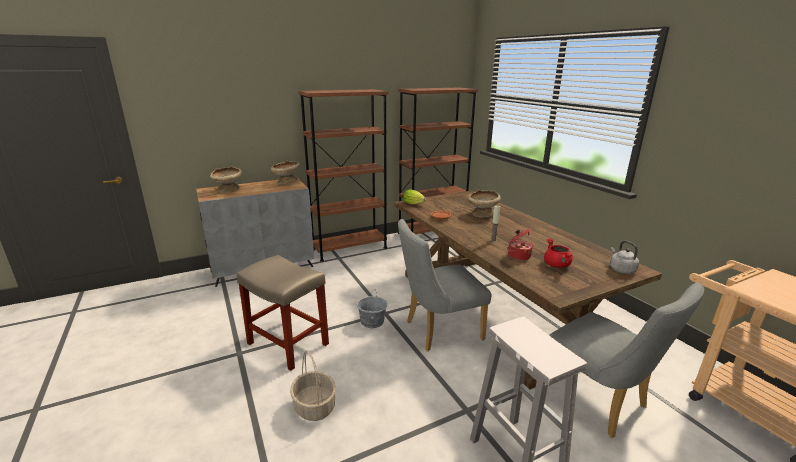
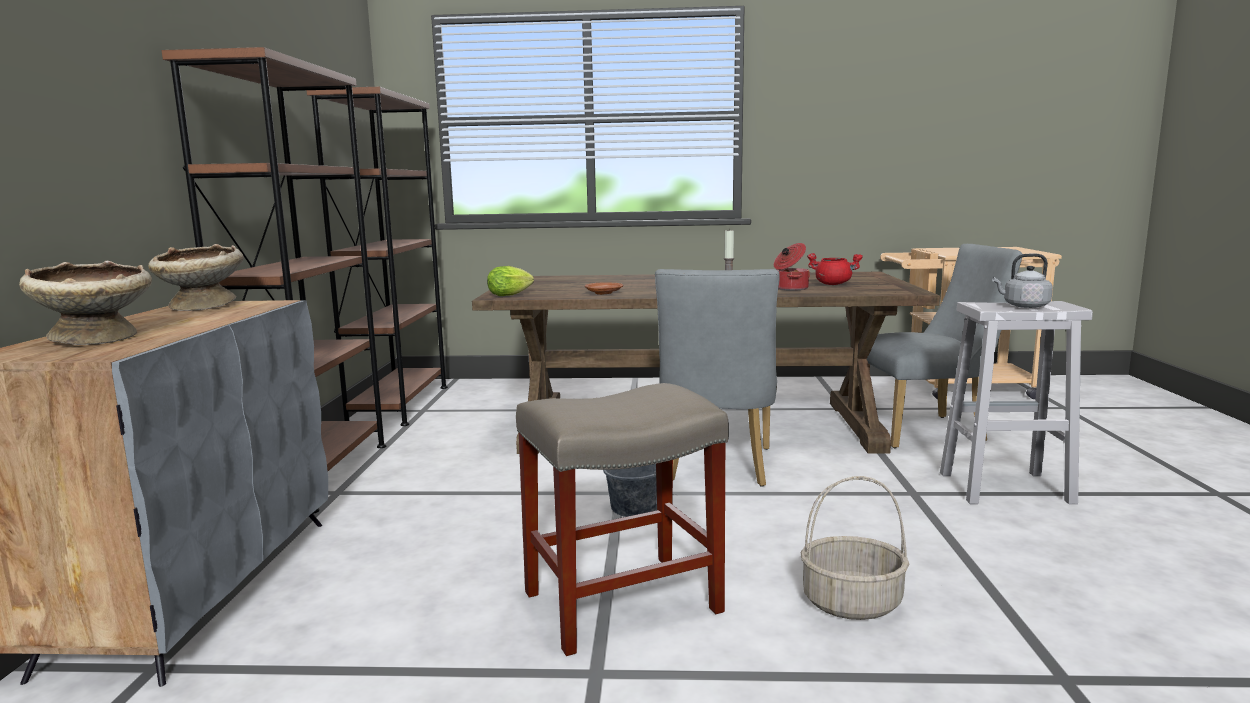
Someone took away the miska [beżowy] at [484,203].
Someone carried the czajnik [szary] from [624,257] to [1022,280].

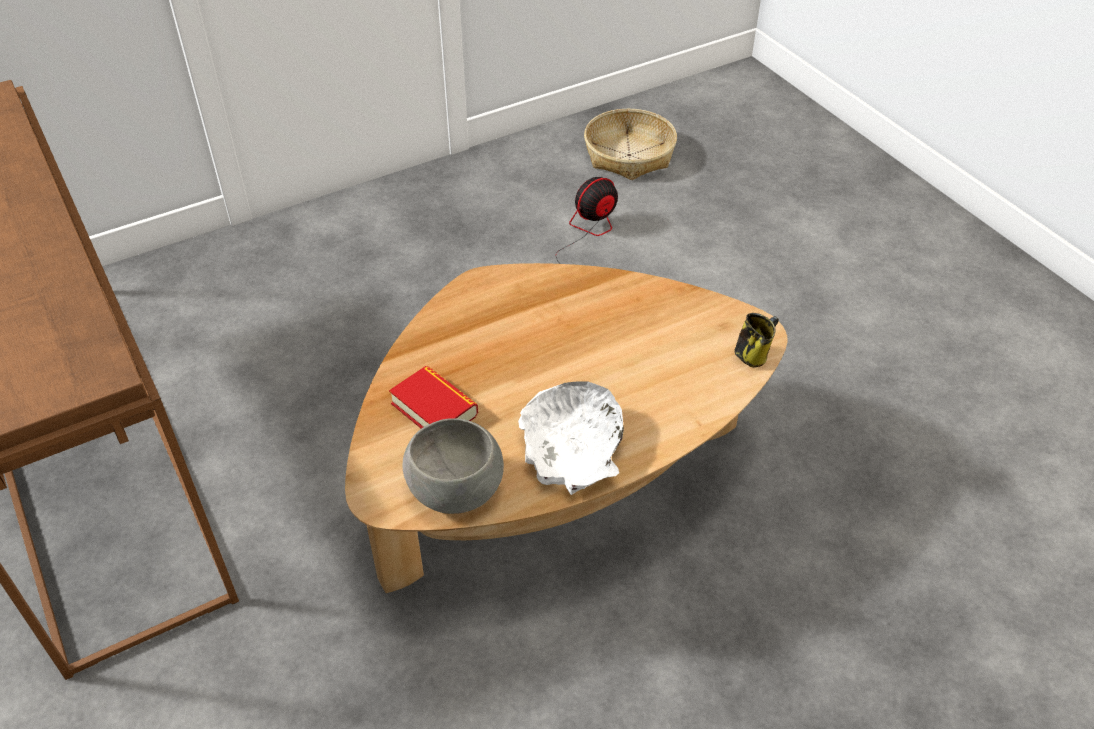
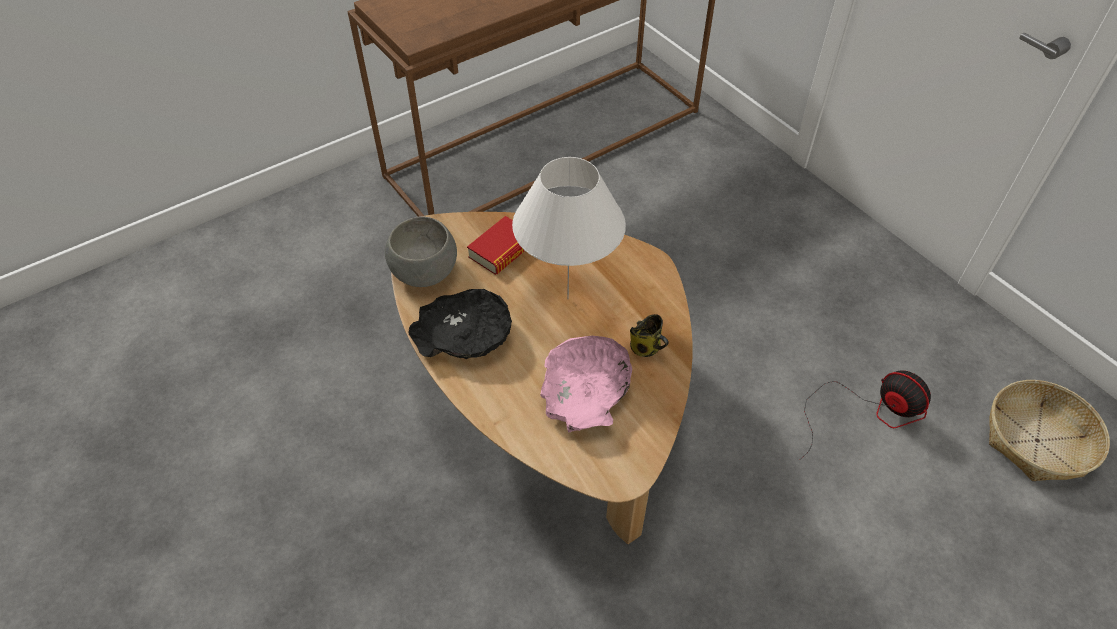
Someone repainted the miska [biały] at [571,438], which became the miska [czarny] at [460,324].
Someone carried the kubek from [756,340] to [649,335].
Someone put down the lampa stołowa [biały] at [569,228].
Someone put down the miska [różowy] at [586,384].

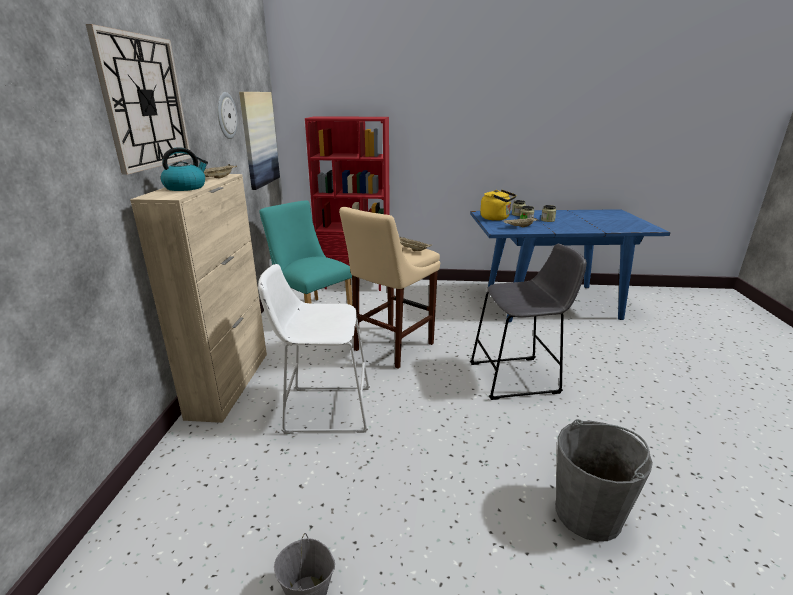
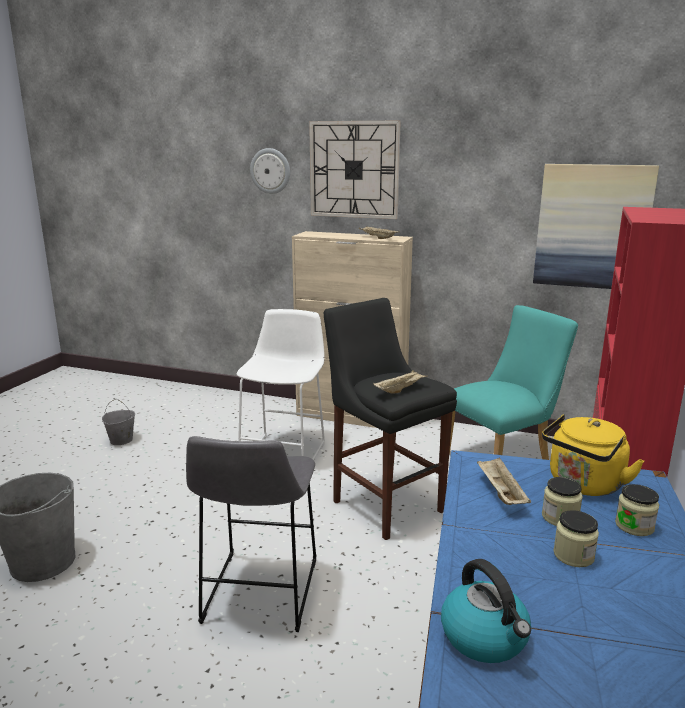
Someone carried the czajnik from [184,169] to [486,611].
Someone carried the zegar ścienny from [227,115] to [270,171].
Someone repainted the stołek [beżowy] at [389,288], which became the stołek [czarny] at [390,419].

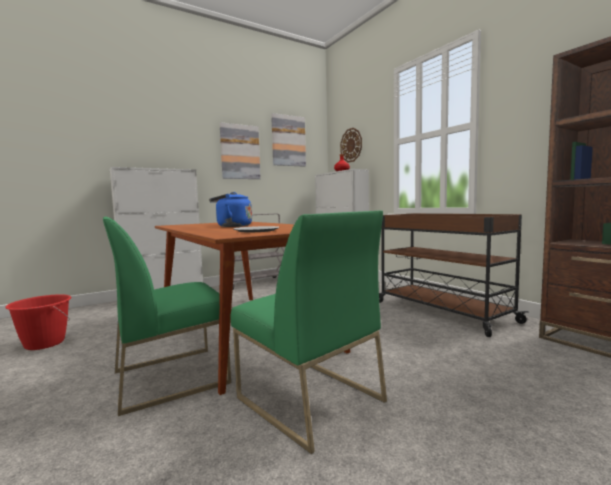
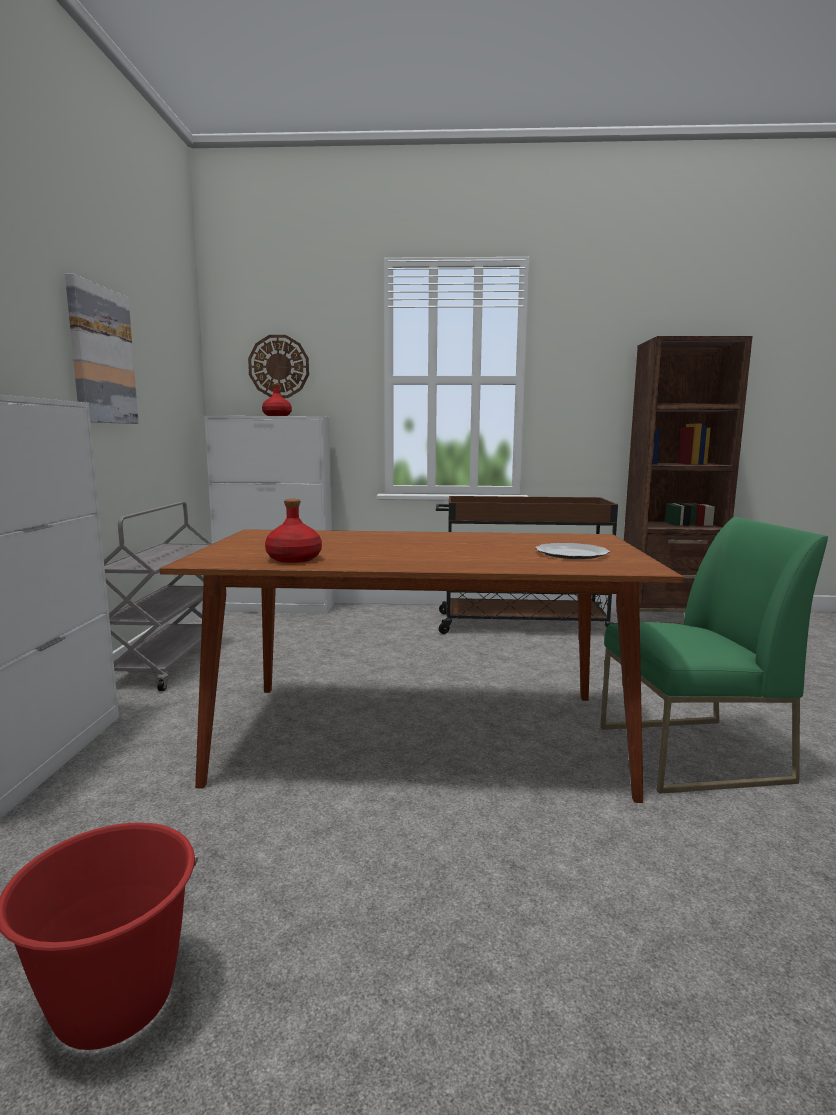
Someone took away the krzesło [zielony] at [167,316].
Someone took away the czajnik [niebieski] at [230,209].
Someone took away the obraz at [288,140].
Someone put down the butelka [czerwony] at [293,531].

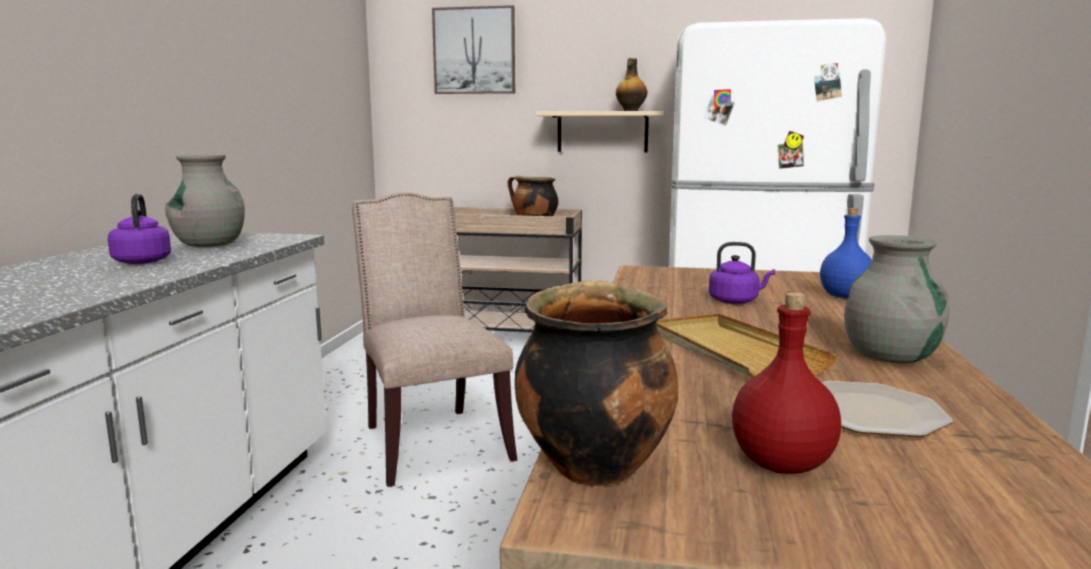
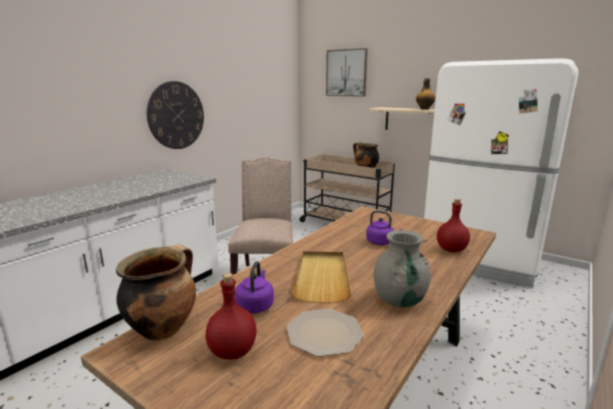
Someone carried the czajnik [fioletowy] from [139,229] to [254,287].
Someone took away the wazon [szary] at [205,201].
Someone repainted the butelka [niebieski] at [846,253], which became the butelka [czerwony] at [453,225].
Someone put up the zegar ścienny at [175,115].

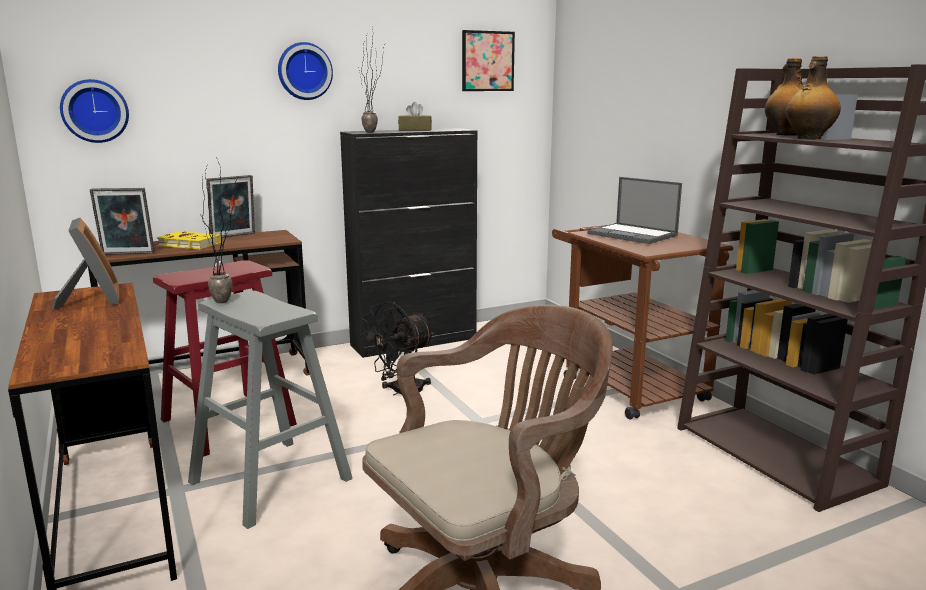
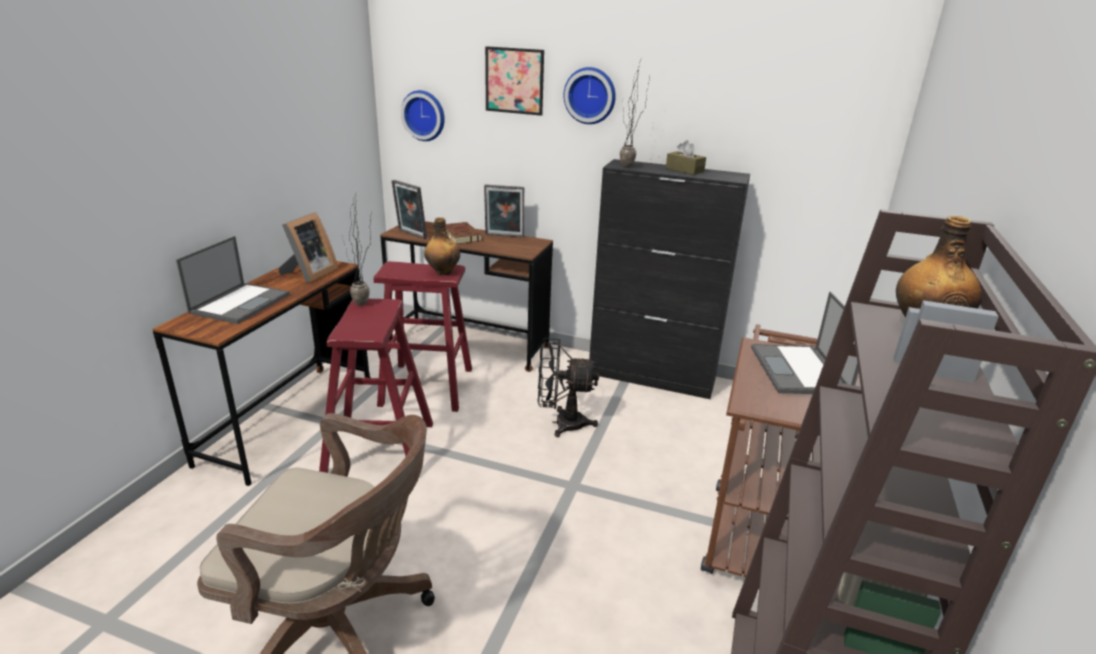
Someone repainted the książka [żółty] at [188,240], which became the książka [brązowy] at [464,233].
Someone repainted the stołek [szary] at [270,410], which became the stołek [czerwony] at [376,386].
Someone carried the obraz from [488,60] to [514,81].
Someone carried the butelka from [813,97] to [442,246].
Someone put down the laptop at [233,280].

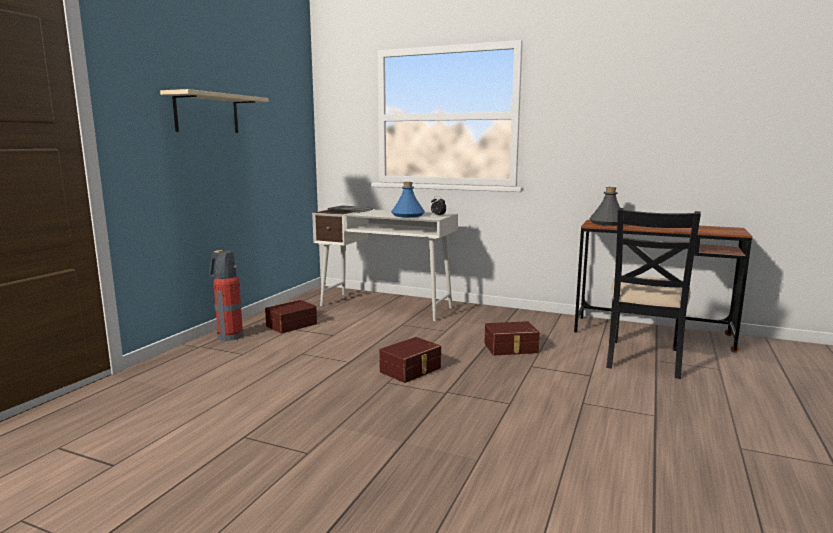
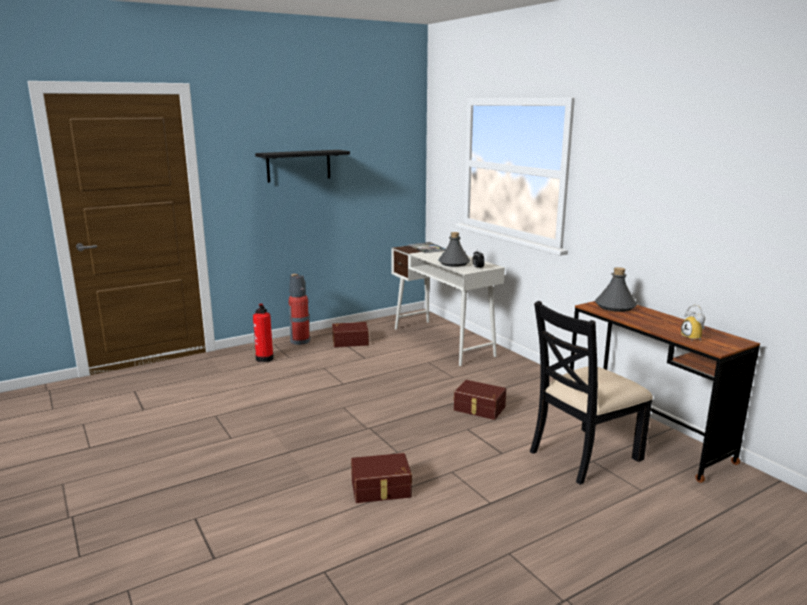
Someone repainted the półka [beżowy] at [214,111], which became the półka [czarny] at [302,166].
Someone carried the pojemnik do przechowywania [brązowy] from [410,360] to [381,478].
Someone repainted the butelka [niebieski] at [408,199], which became the butelka [szary] at [454,249].
Someone put down the gaśnica at [263,333].
Someone put down the budzik at [693,323].

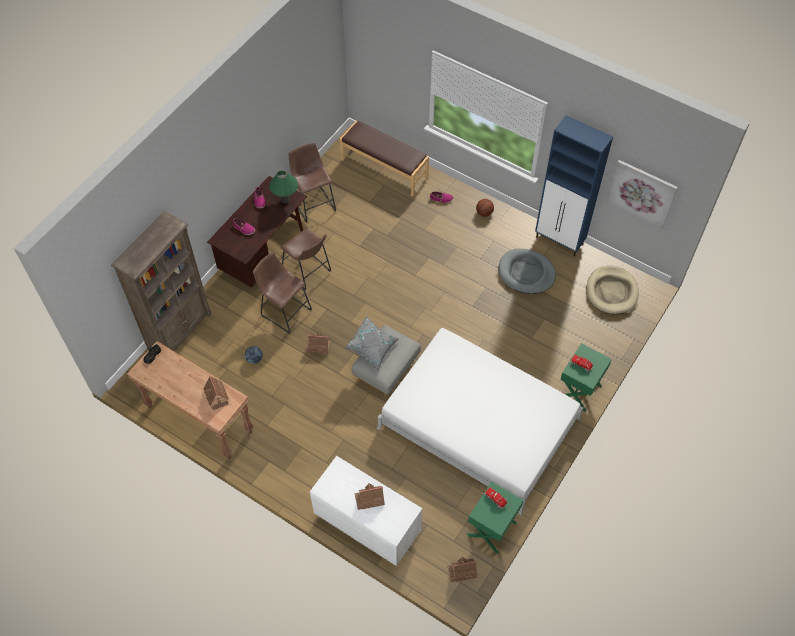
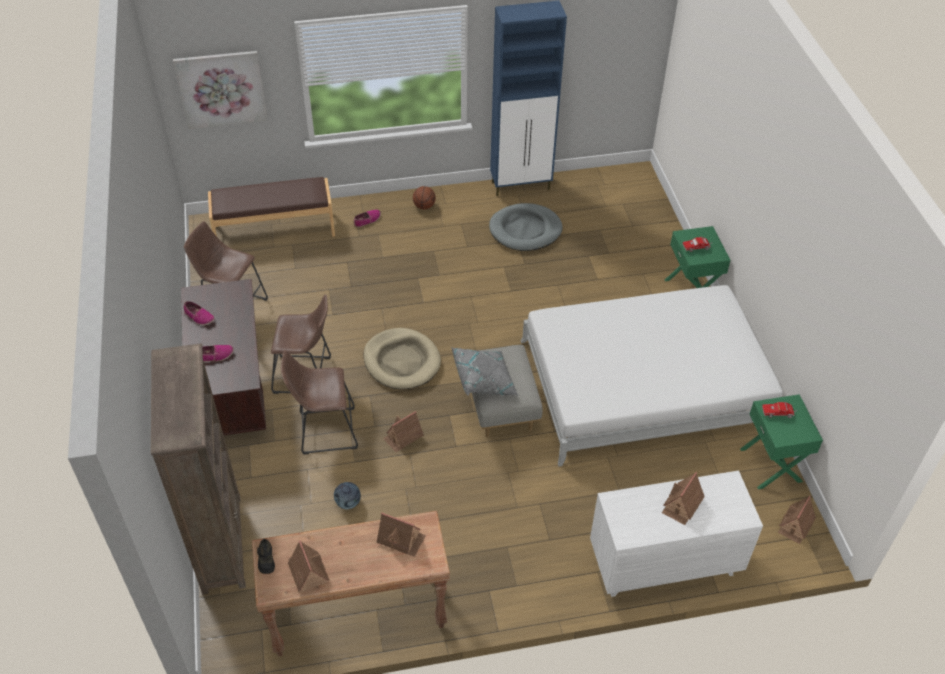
Someone took away the lampa stołowa [zielony] at [283,186].
Someone carried the legowisko [beżowy] from [612,290] to [402,358].
Someone carried the obraz from [642,194] to [220,90].
Someone put down the domek at [308,566].

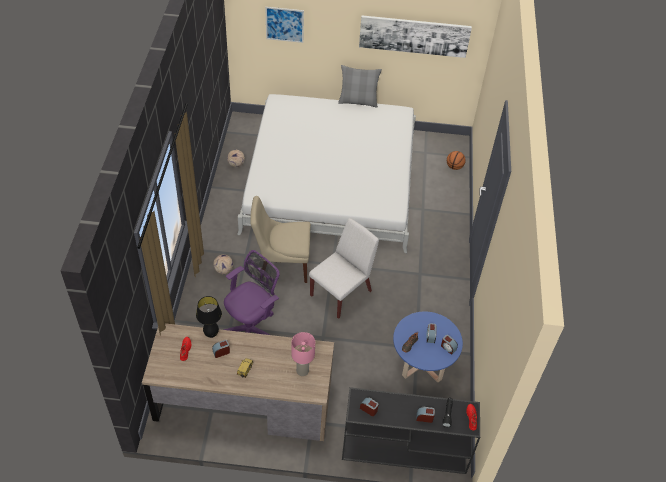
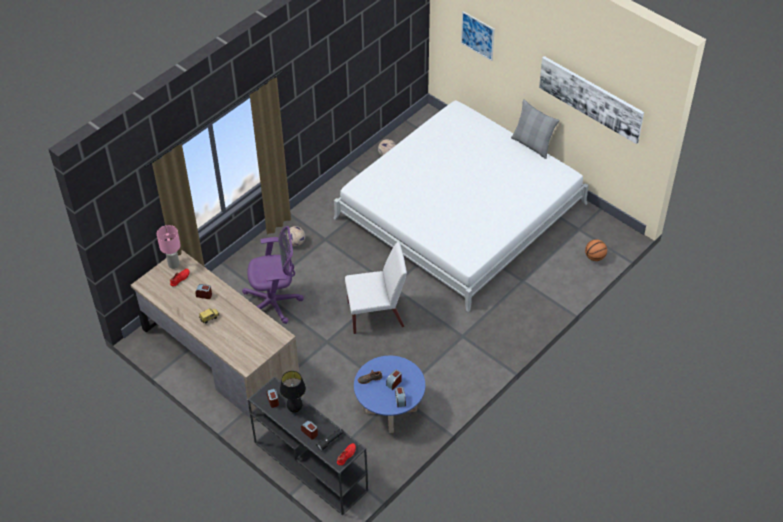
Someone carried the lampa stołowa [czarny] from [209,317] to [293,392].
Someone took away the krzesło [beżowy] at [280,239].
Someone carried the lampa stołowa [różowy] from [303,354] to [169,247].

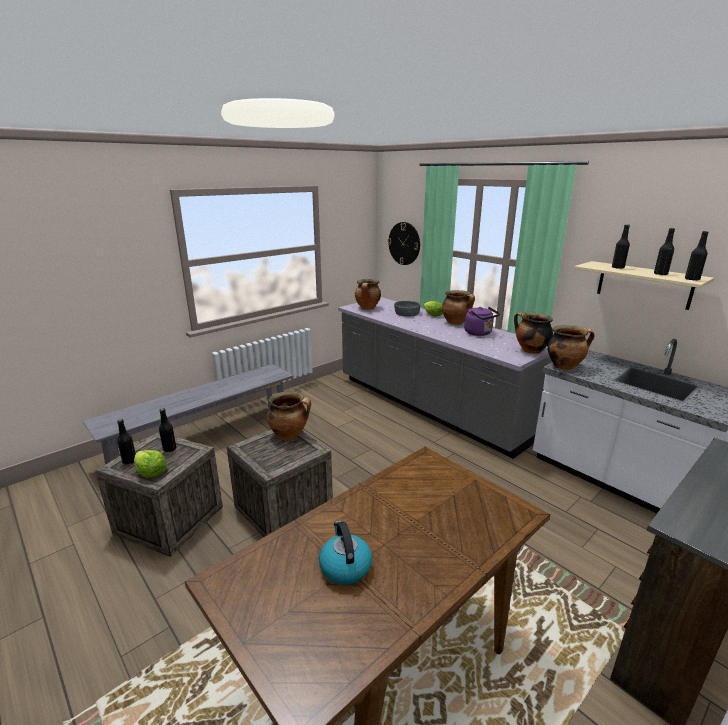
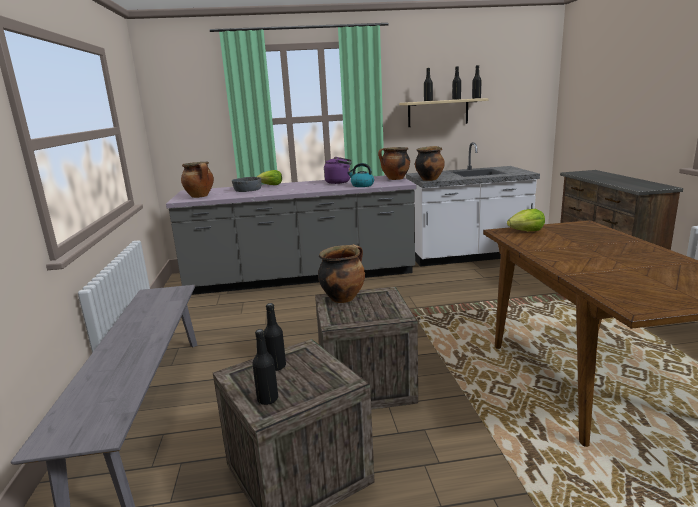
Someone carried the sałata from [150,464] to [526,220].
Someone carried the czajnik from [345,553] to [361,175].
Someone took away the zegar ścienny at [404,243].
Someone took away the garnek at [458,307].

